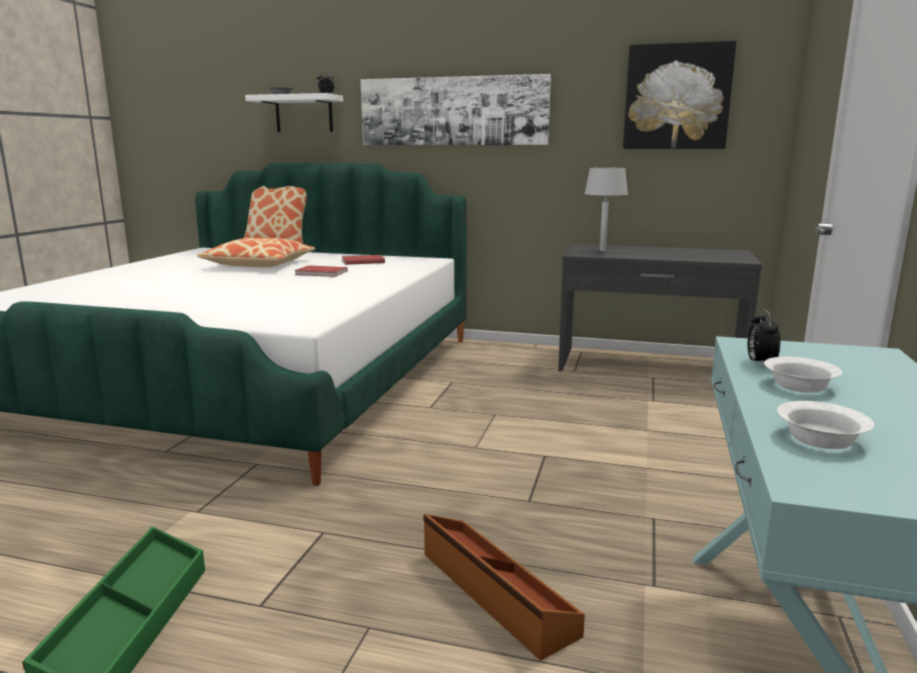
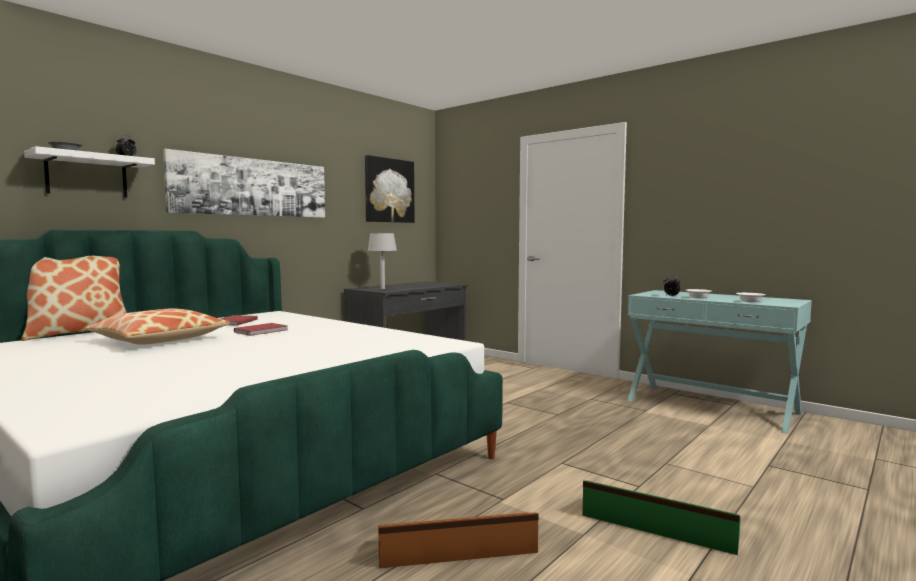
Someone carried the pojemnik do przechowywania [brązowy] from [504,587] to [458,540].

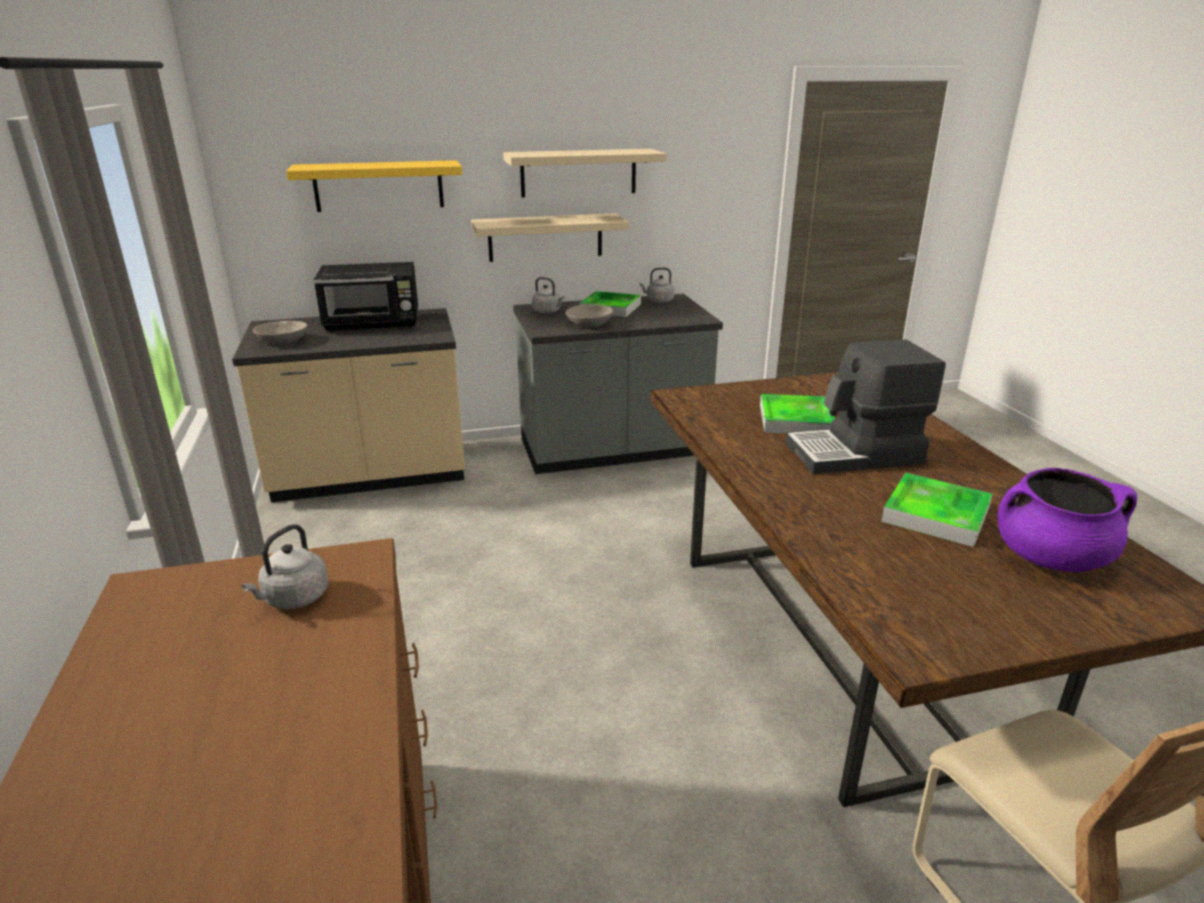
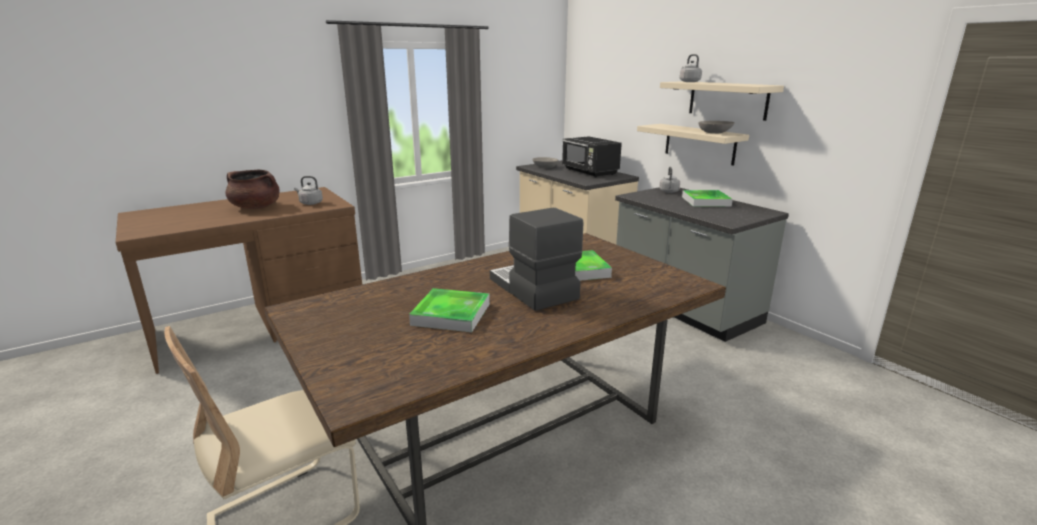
Someone took away the półka [żółty] at [374,186].
Someone carried the miska [szary] from [589,316] to [716,127].
Someone carried the czajnik [szary] from [656,285] to [691,68].
Someone took away the garnek [fioletowy] at [1067,520].
Someone put down the garnek [brązowy] at [252,189].

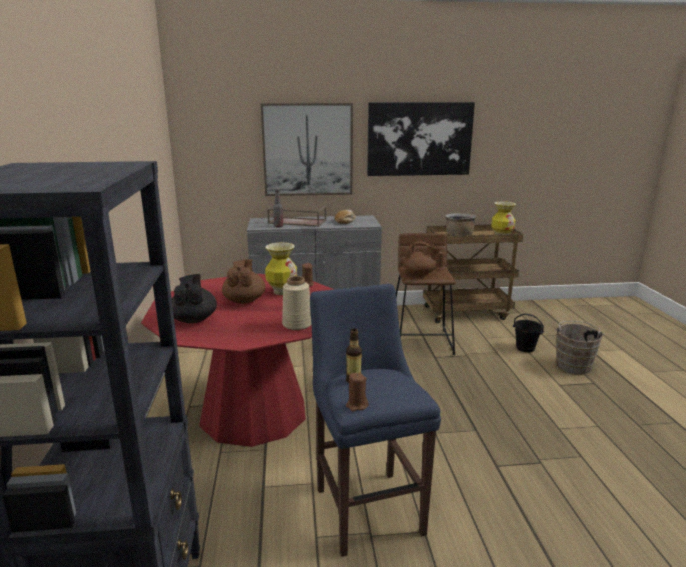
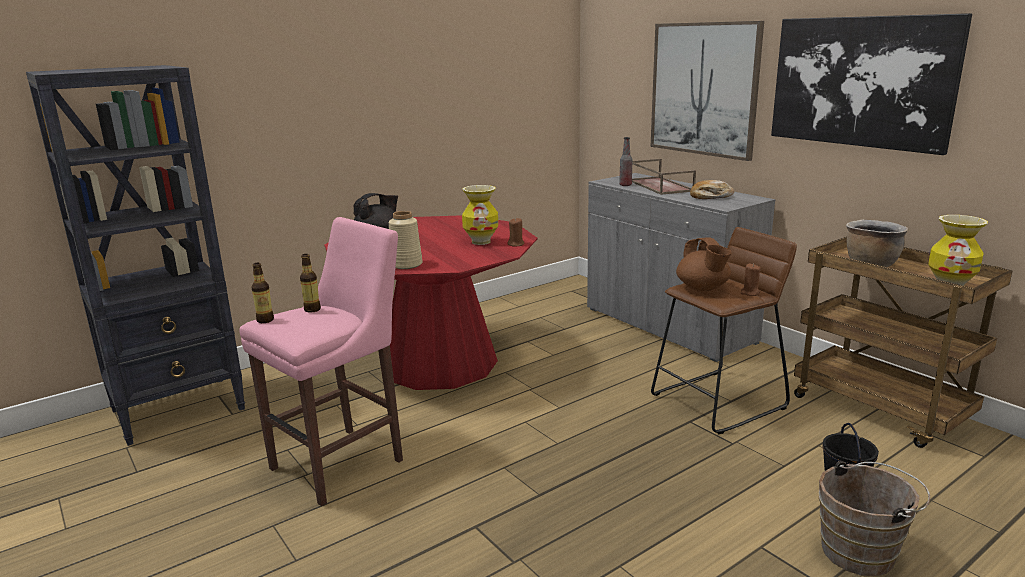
Someone took away the imbryk [brązowy] at [243,281].
Someone repainted the stołek [niebieski] at [375,420], which became the stołek [różowy] at [321,361].
Someone swapped the świeca [brązowy] at [357,392] for the butelka at [262,293].

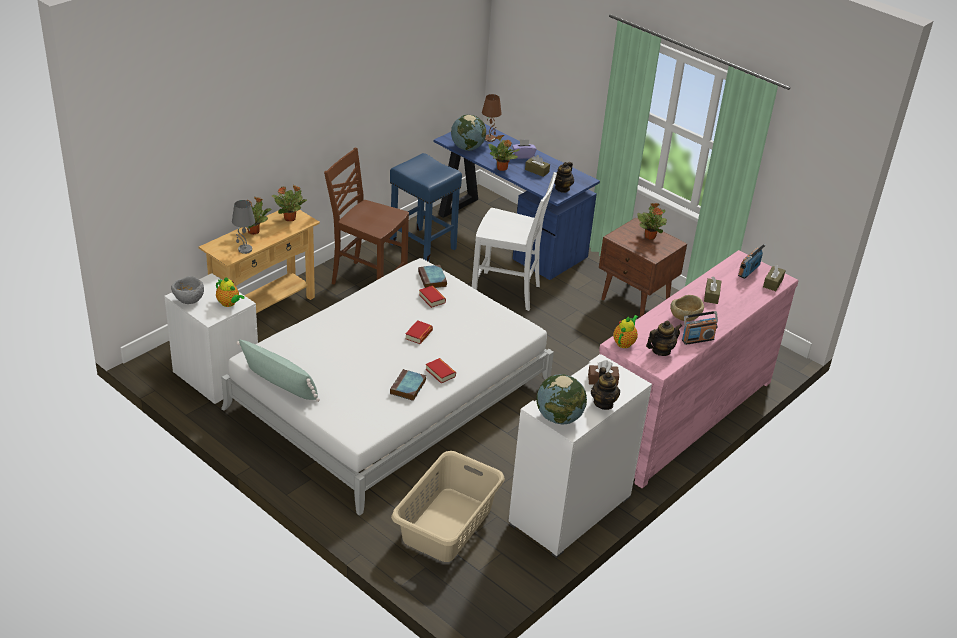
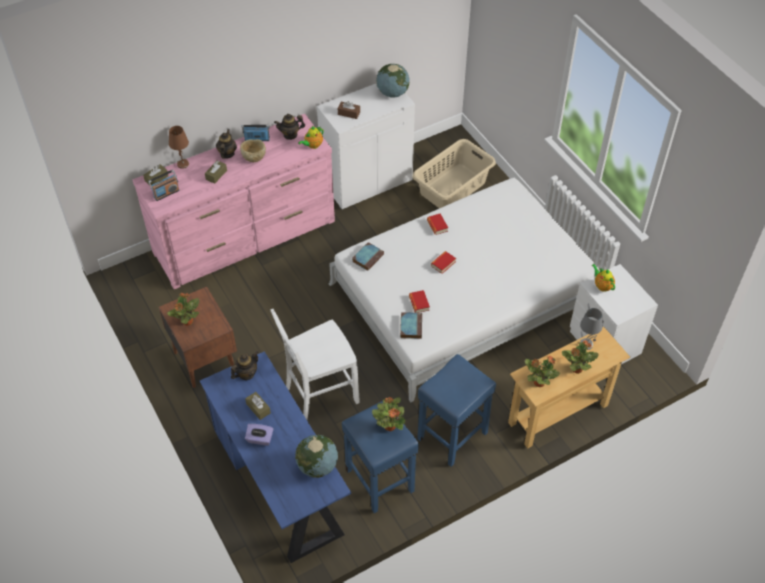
Someone took away the miska [szary] at [187,290].
Someone took away the poduszka [zielony] at [278,371].
Someone swapped the krzesło [brązowy] at [366,216] for the stołek [niebieski] at [456,410].
Someone carried the książka from [408,385] to [368,256].
Someone rotated the krzesło [biały] at [514,241] by 60 degrees counterclockwise.
Someone carried the lampa stołowa [brązowy] from [492,118] to [179,147].
Someone carried the roślina doniczkowa from [504,153] to [388,414].
Someone carried the imbryk from [605,388] to [226,144].

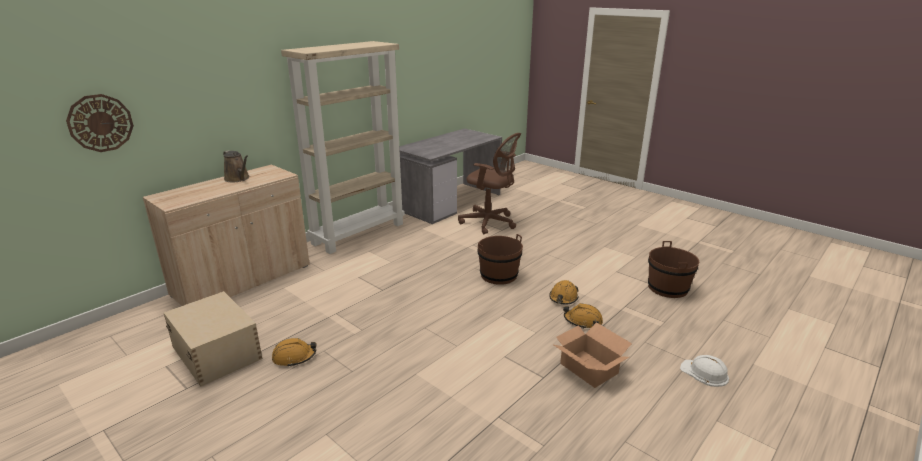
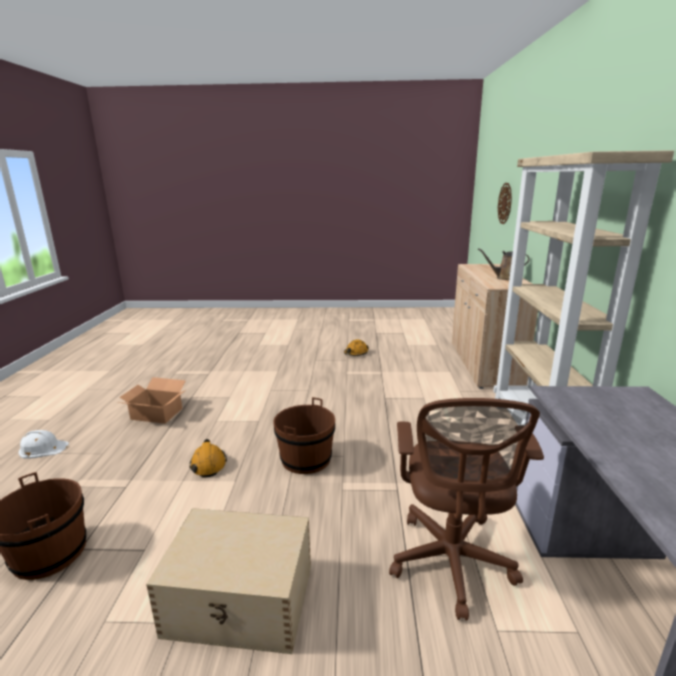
Someone carried the pojemnik do przechowywania [beżowy] from [213,339] to [228,581].
Someone rotated the krzesło biurowe [brązowy] at [489,183] by 75 degrees counterclockwise.
Someone took away the kask [pomarańczowy] at [583,316].

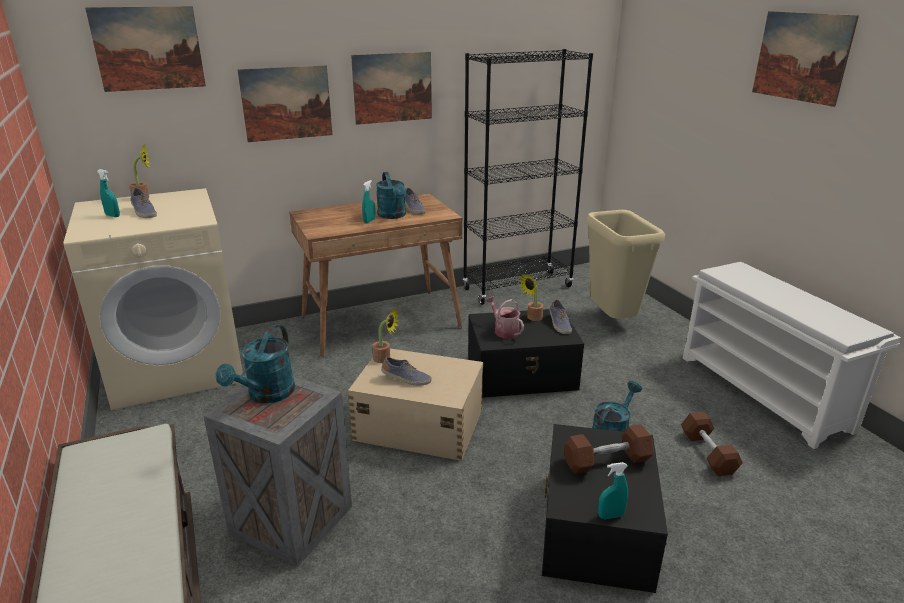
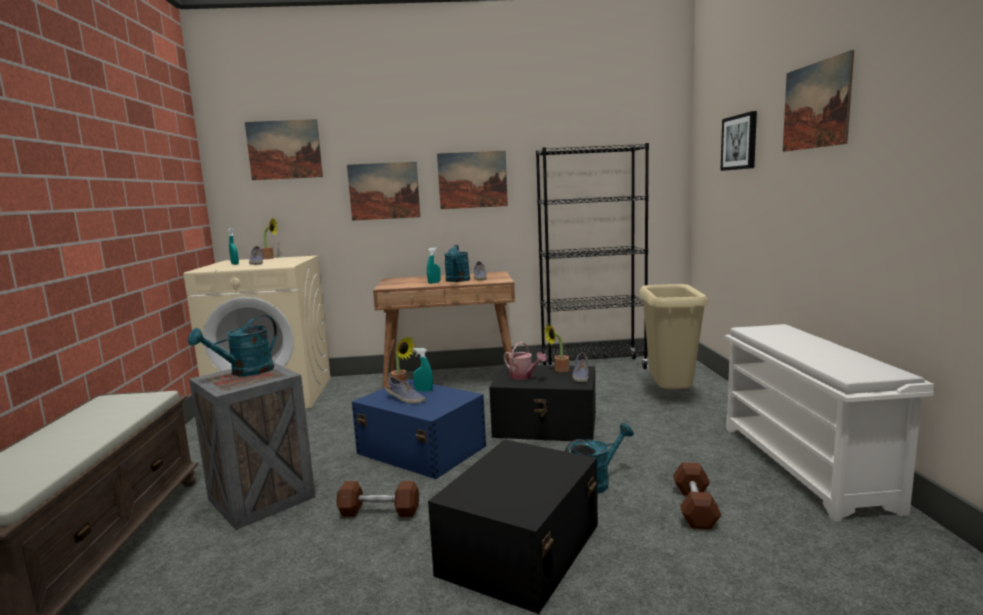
Someone repainted the pojemnik do przechowywania [beżowy] at [415,405], which became the pojemnik do przechowywania [niebieski] at [419,429].
Someone rotated the konewka at [504,317] by 150 degrees clockwise.
Someone carried the hantel [brązowy] from [609,449] to [377,499].
Someone carried the spryskiwacz [turkusowy] from [613,490] to [423,369].
Someone put up the obraz at [738,141].

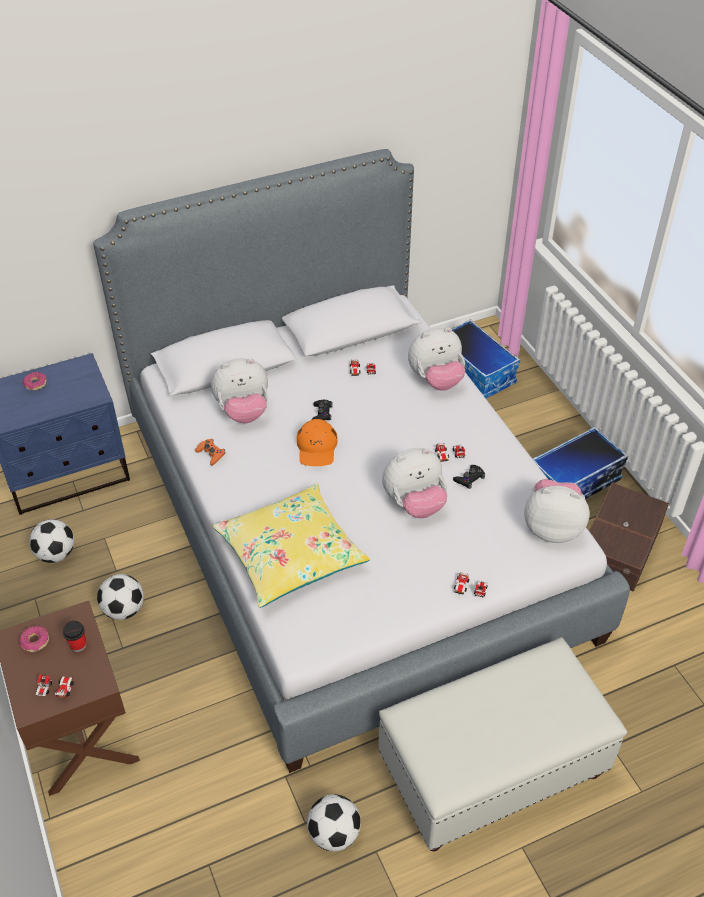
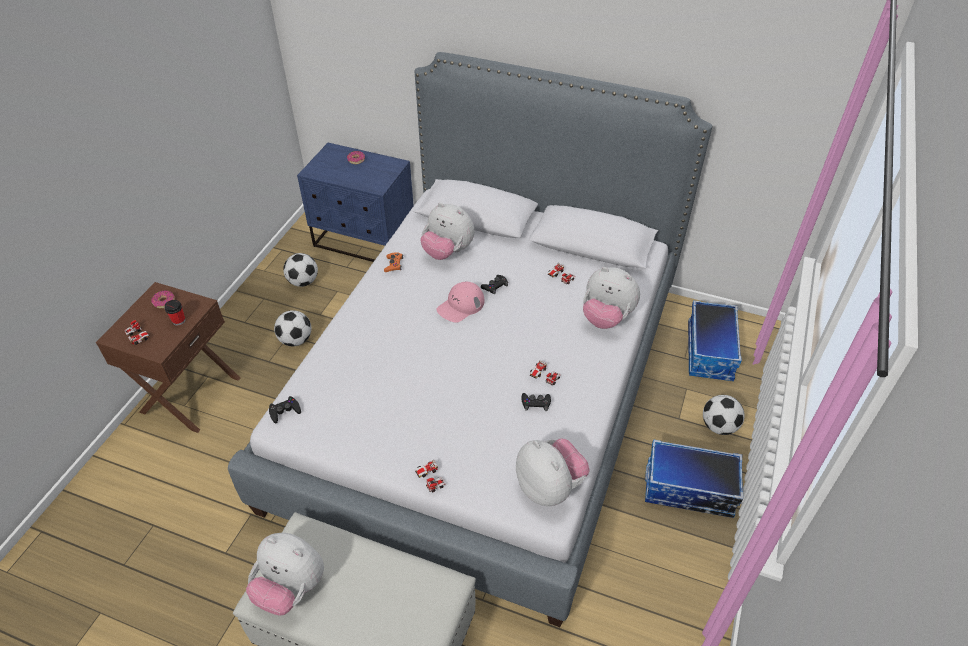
Someone took away the poduszka [żółty] at [291,545].
Someone repainted the czapka z daszkiem [pomarańczowy] at [316,442], which became the czapka z daszkiem [różowy] at [460,302].
Someone carried the piłka futbolowa from [334,822] to [724,415].
Someone carried the pluszak from [414,483] to [285,574].
Someone took away the pojemnik do przechowywania [brązowy] at [629,537].
Someone put down the pad do gier [czarny] at [285,409].

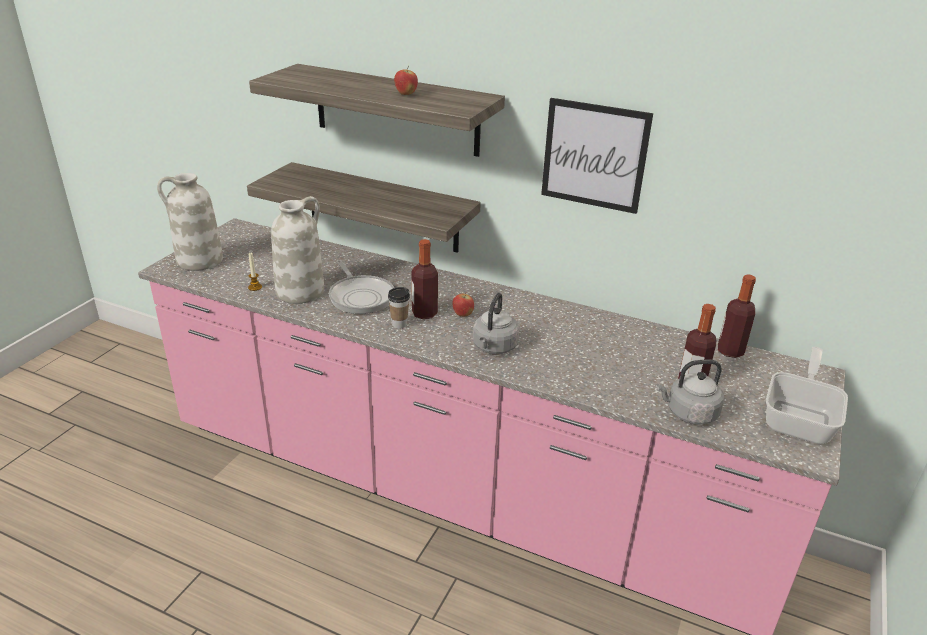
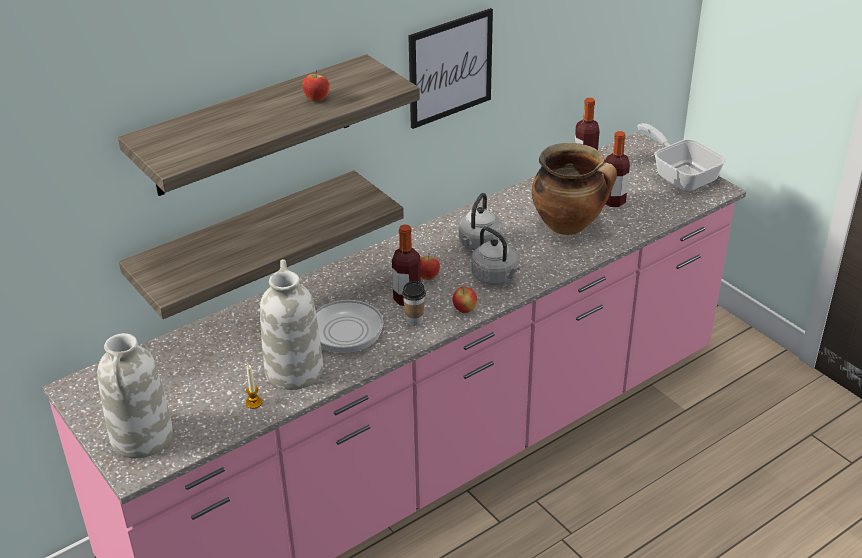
Someone carried the czajnik [szary] from [690,392] to [481,221].
Someone put down the jabłko at [465,300].
Someone put down the garnek at [574,189].

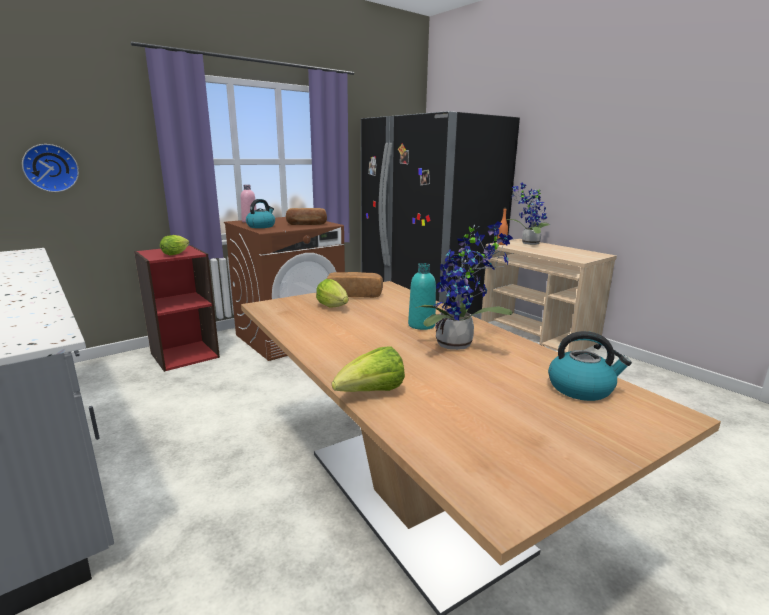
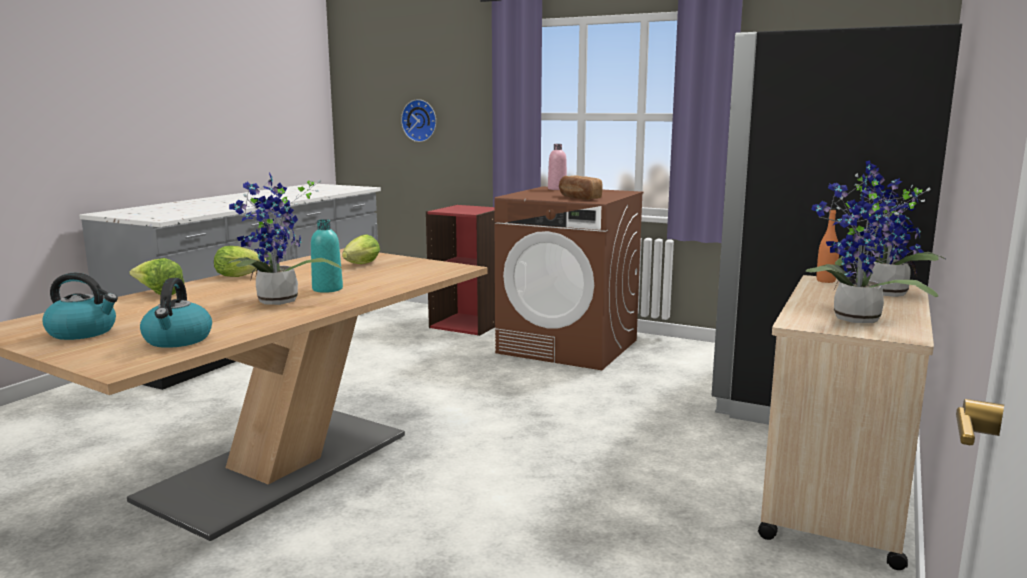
Someone carried the sałata from [174,245] to [240,261].
Someone carried the czajnik from [260,213] to [80,306].
Someone took away the chleb at [355,285].
Someone put down the roślina doniczkowa at [872,248].

